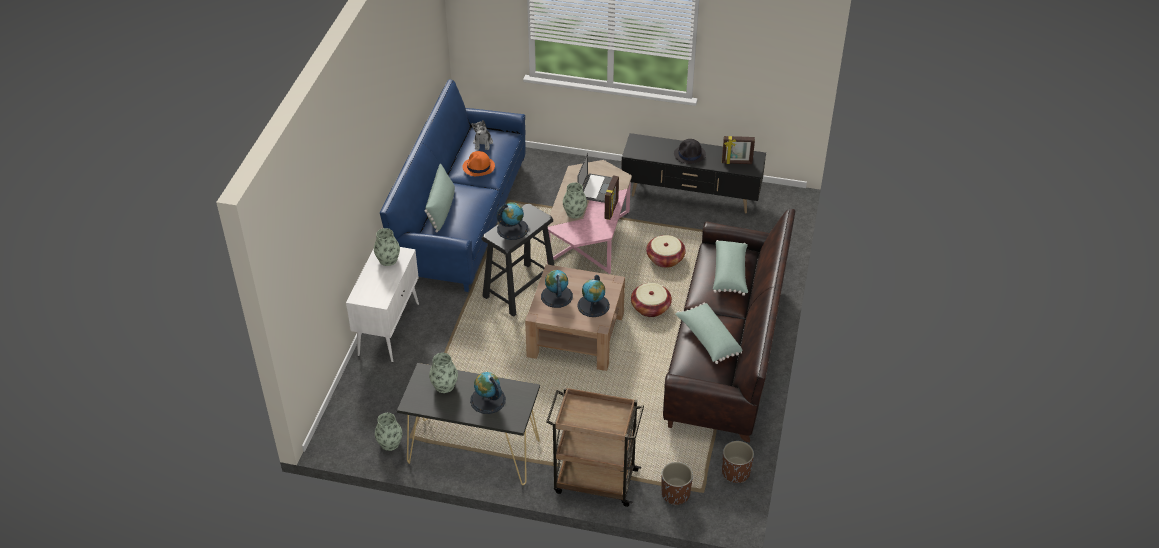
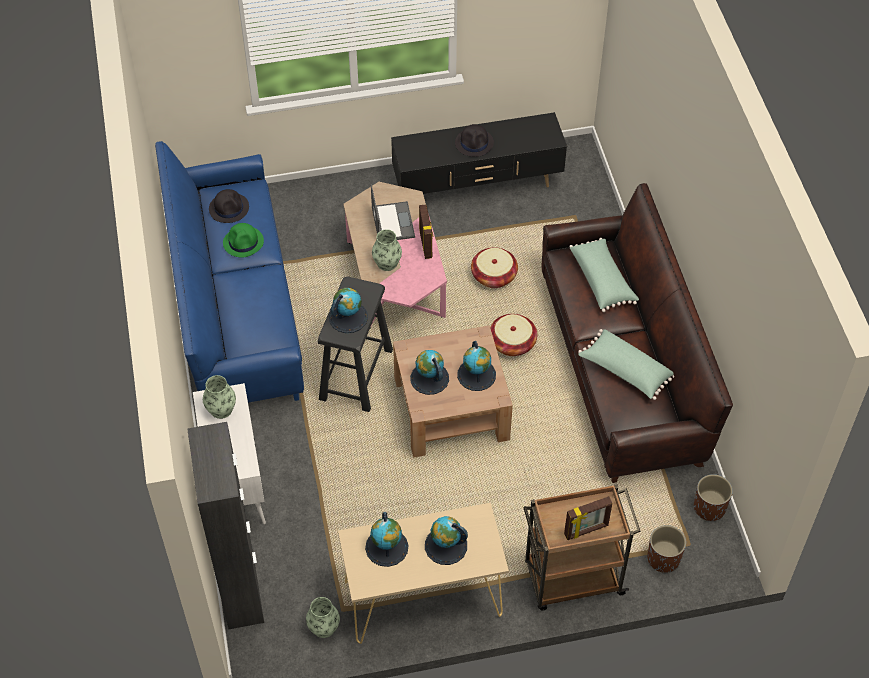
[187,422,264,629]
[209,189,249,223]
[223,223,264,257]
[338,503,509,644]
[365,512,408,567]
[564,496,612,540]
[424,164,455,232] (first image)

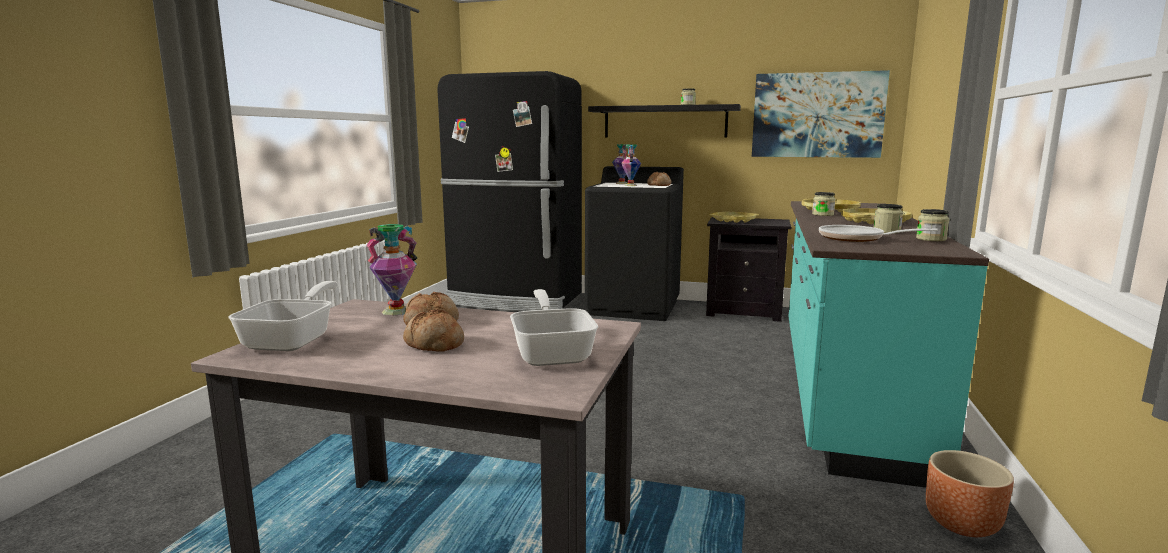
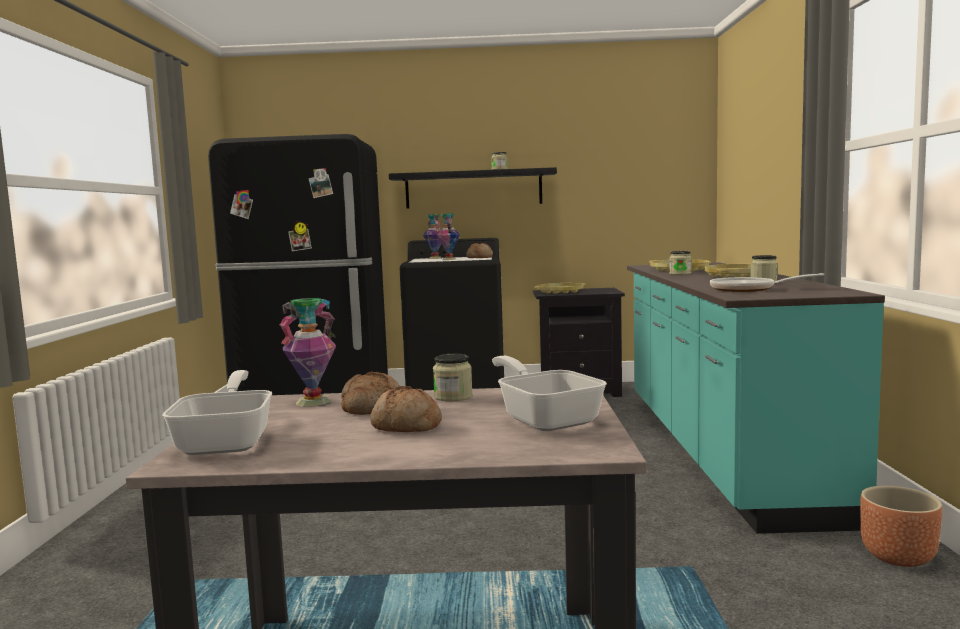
[433,354,473,401]
[752,70,890,158] (first image)

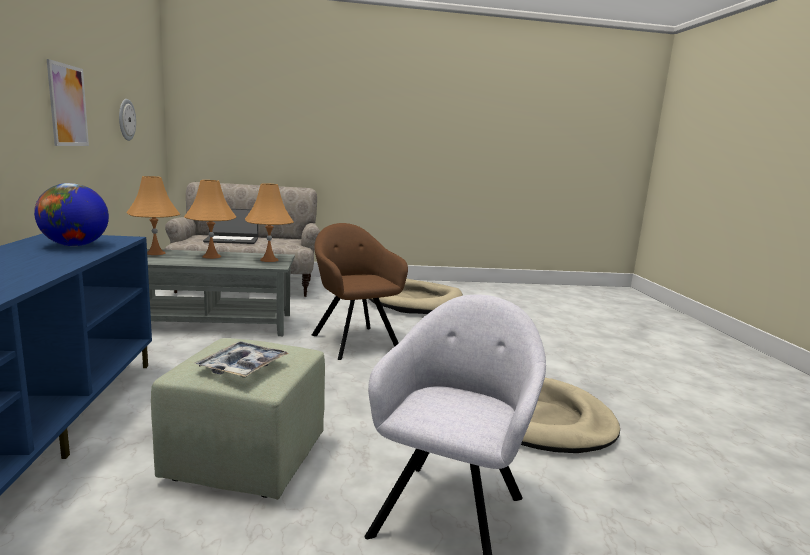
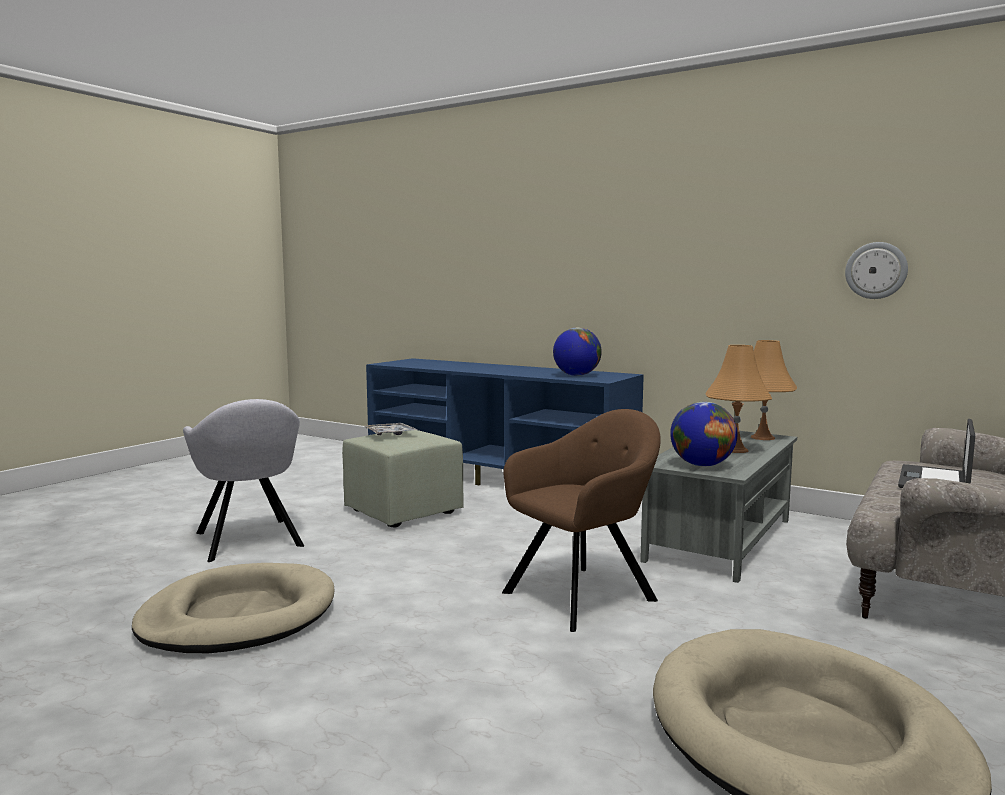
[502,409,661,632]
[670,402,738,466]
[47,59,89,146] (first image)

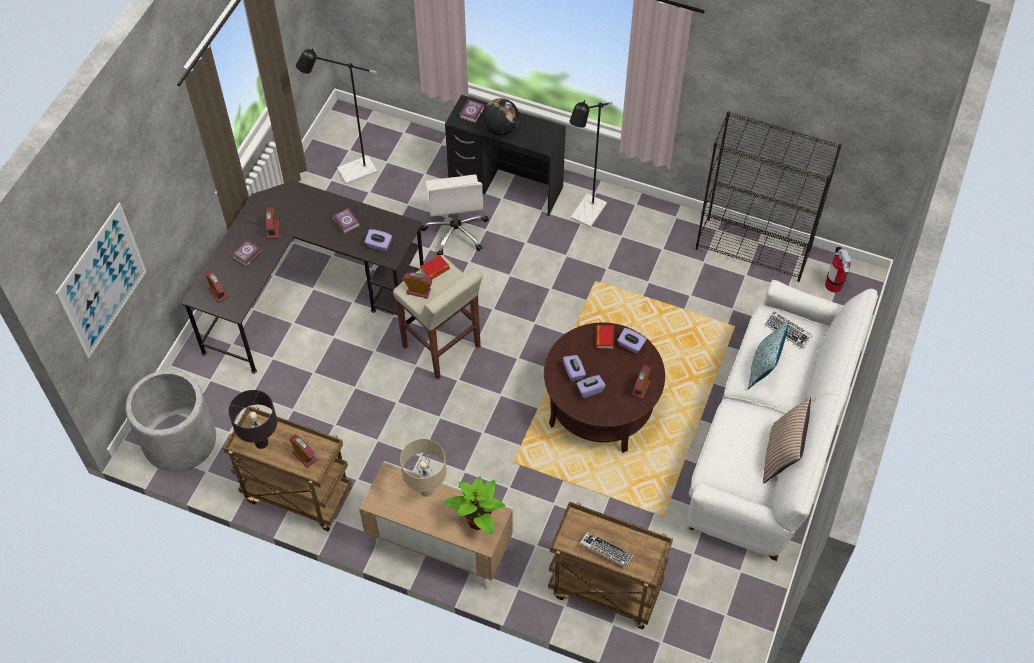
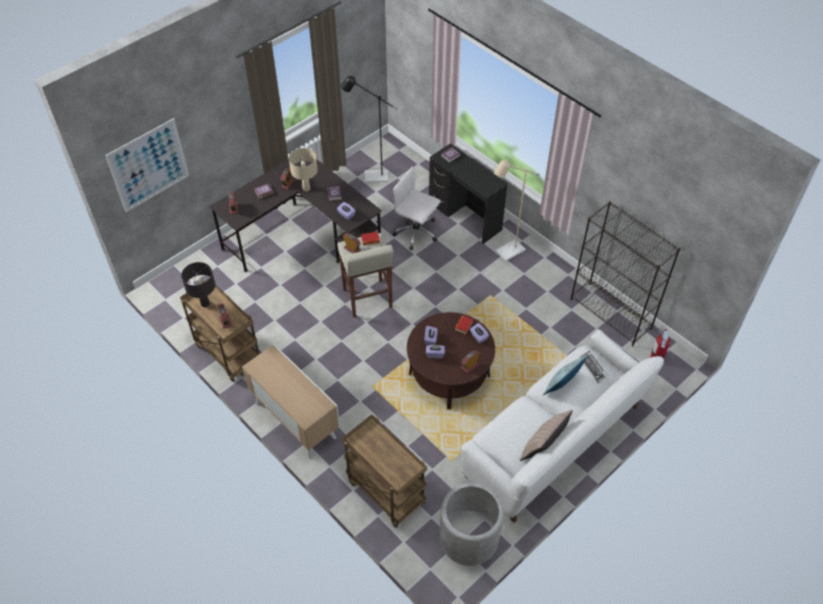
[289,148,318,192]
[393,167,441,250]
[439,483,504,566]
[494,159,540,261]
[444,476,506,535] (first image)
[482,98,519,136] (first image)
[580,532,634,567] (first image)

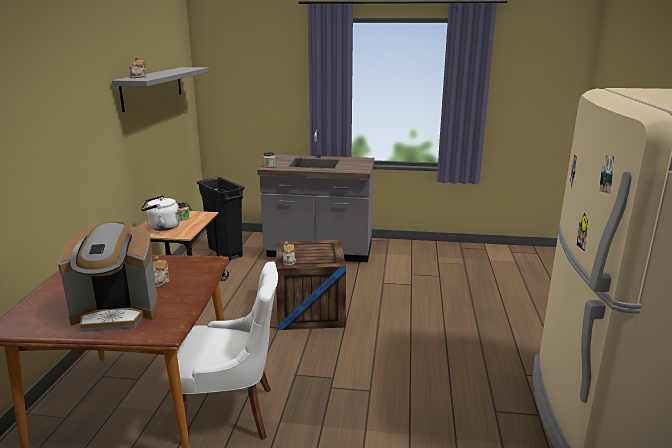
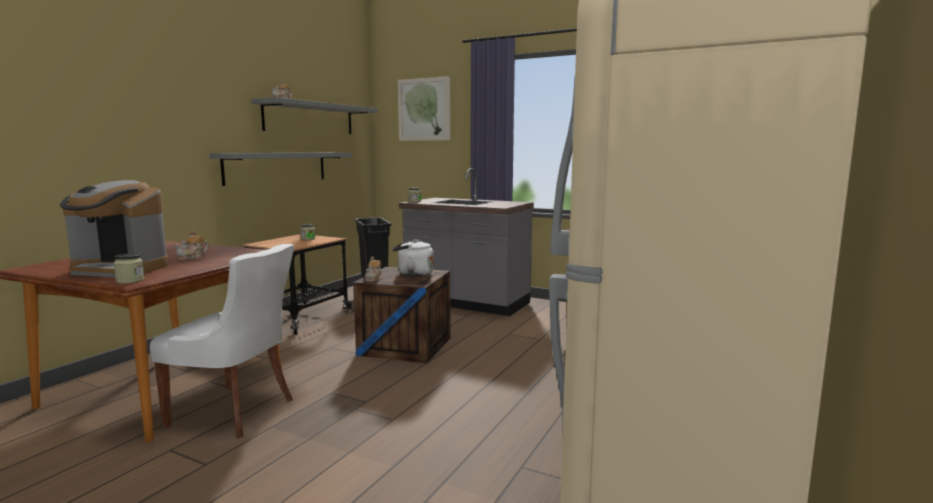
[113,253,144,284]
[209,153,352,186]
[392,239,434,276]
[398,76,451,141]

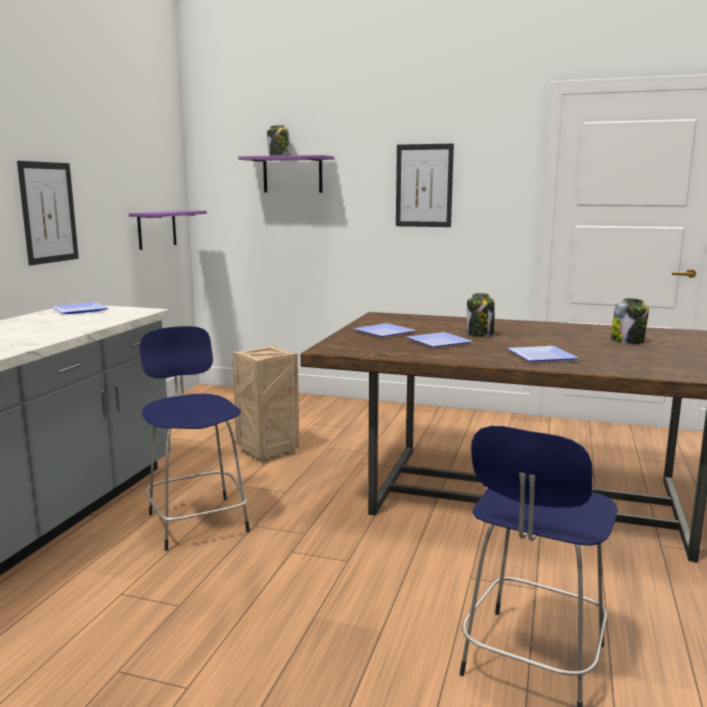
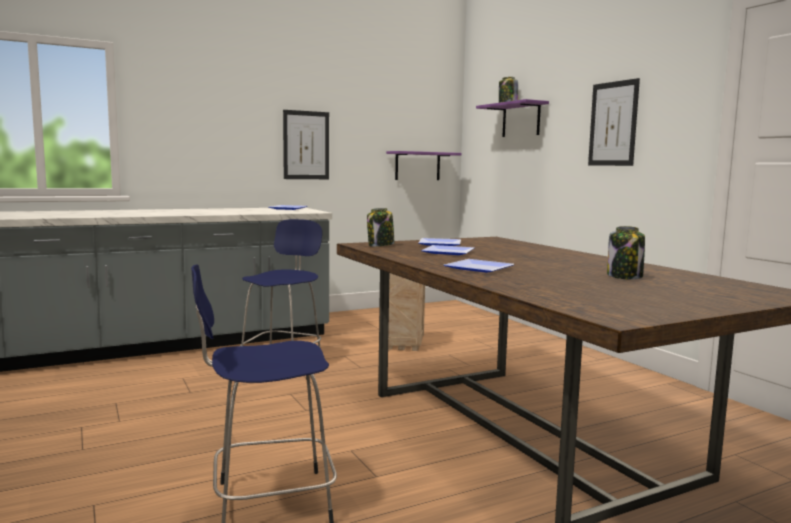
[367,208,395,247]

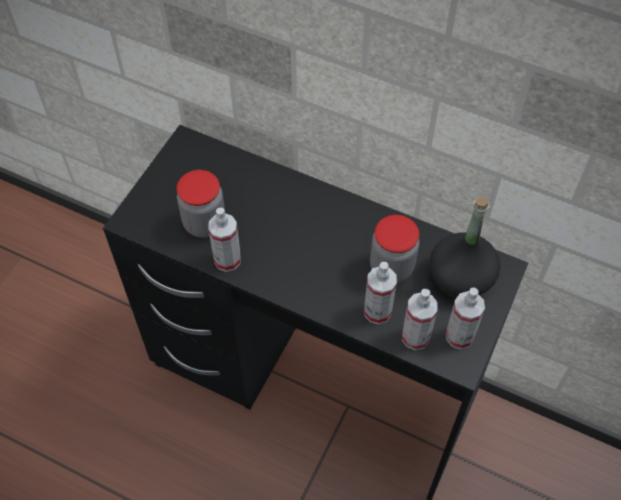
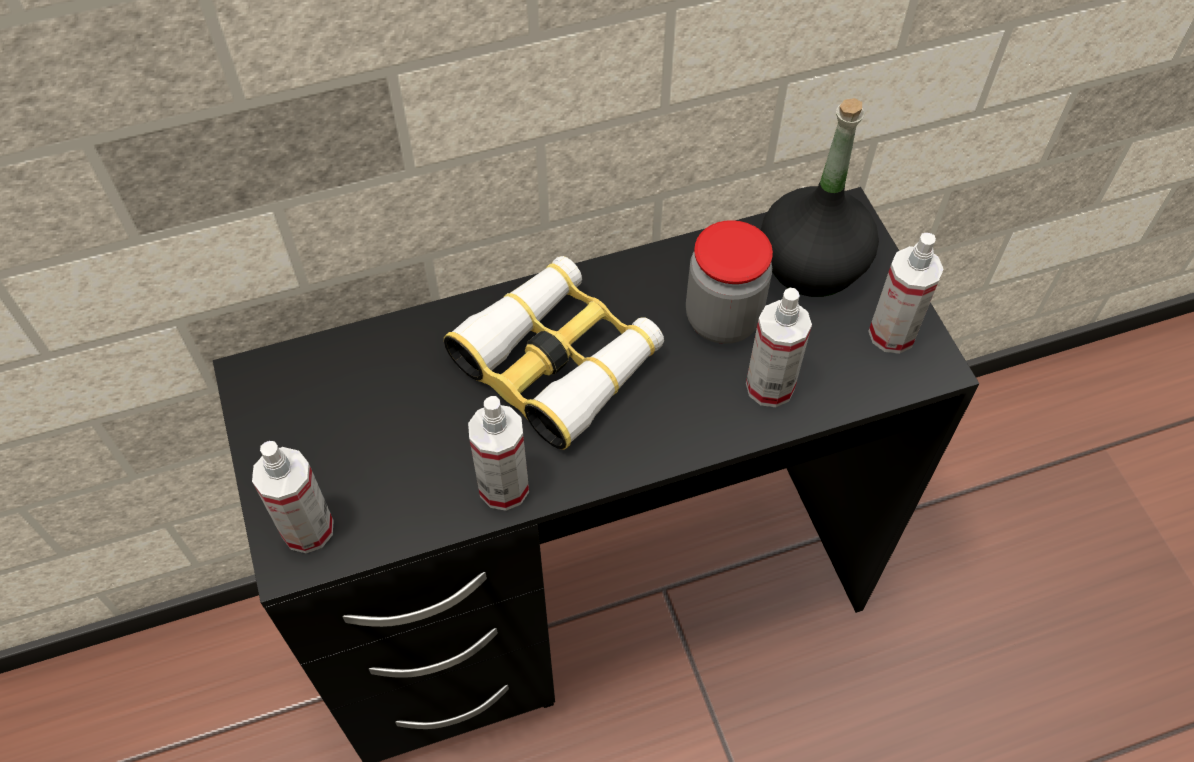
[252,441,334,553]
[444,256,664,450]
[177,170,225,238] (first image)

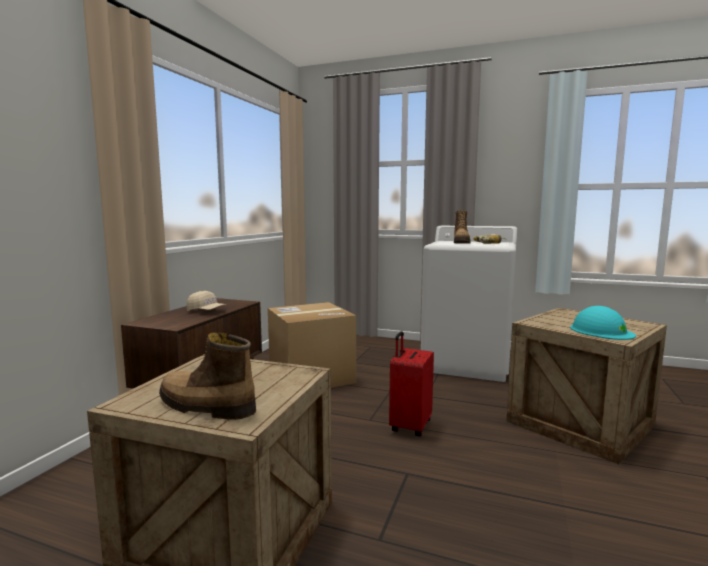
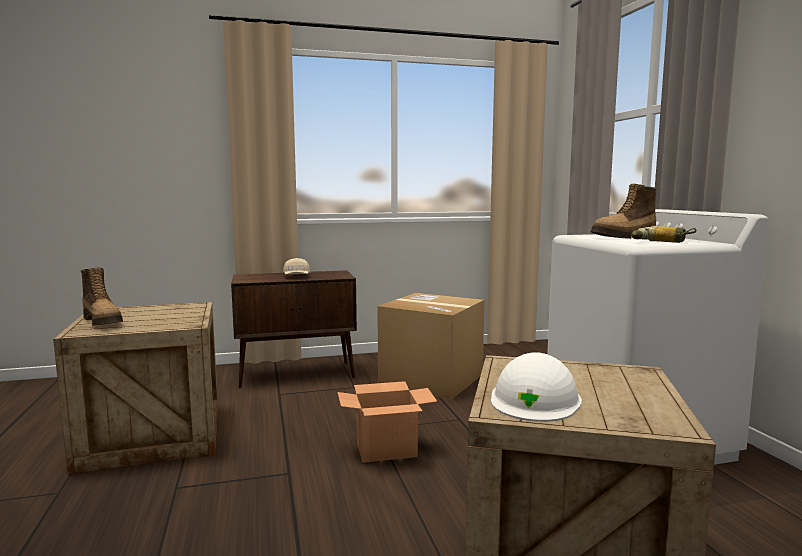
[81,268,123,326]
[337,381,437,463]
[491,353,582,422]

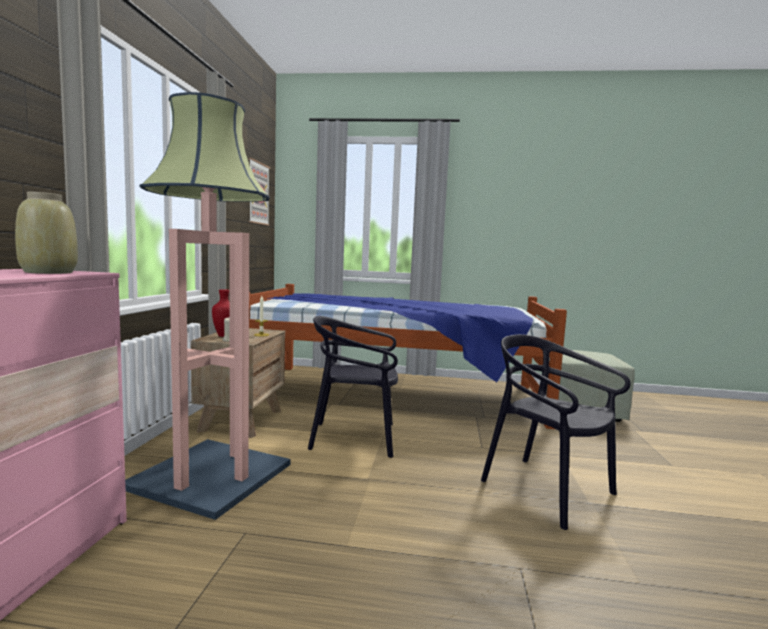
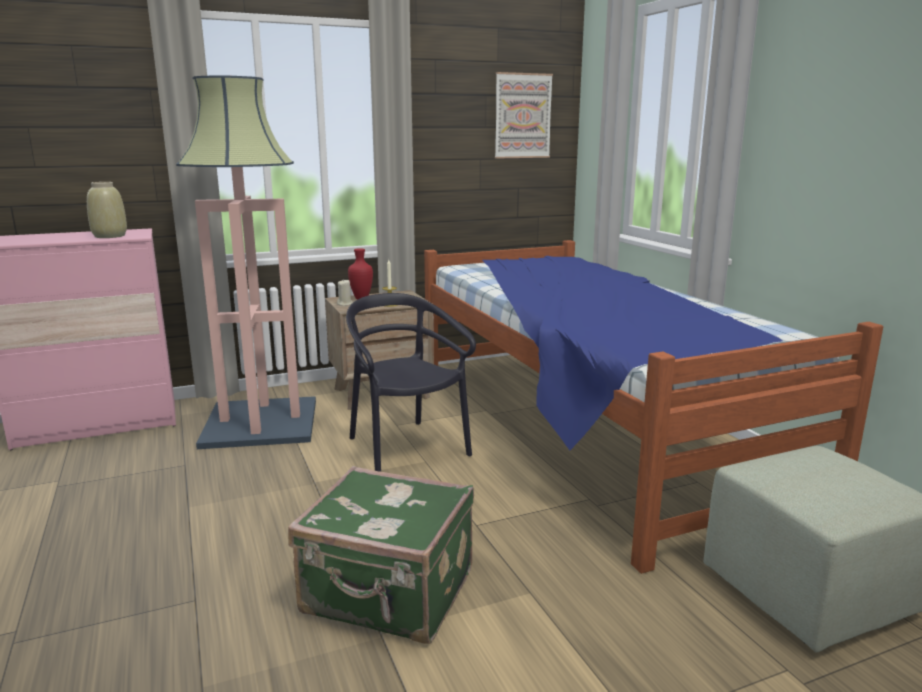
[288,466,474,644]

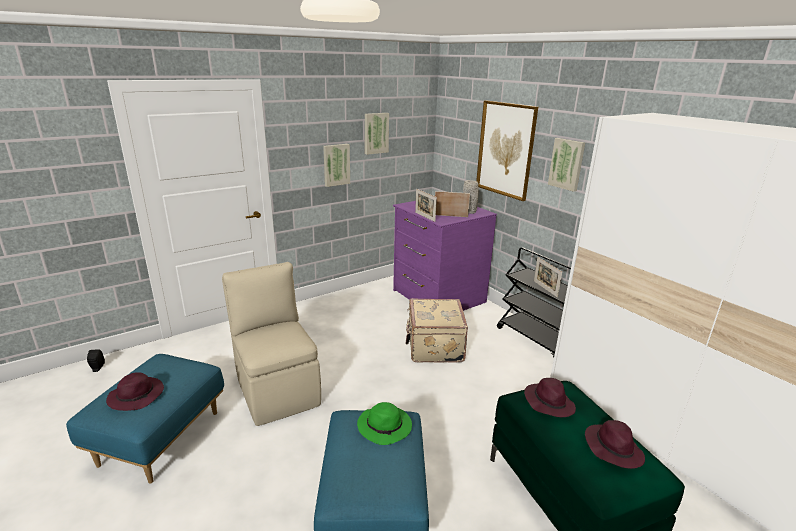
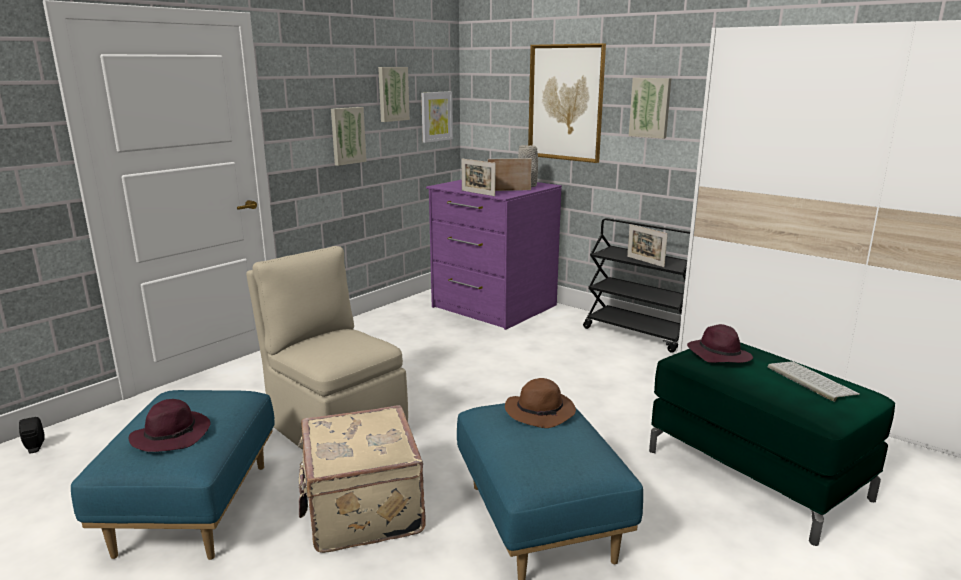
[298,405,426,553]
[421,91,453,143]
[505,378,576,428]
[768,361,860,402]

